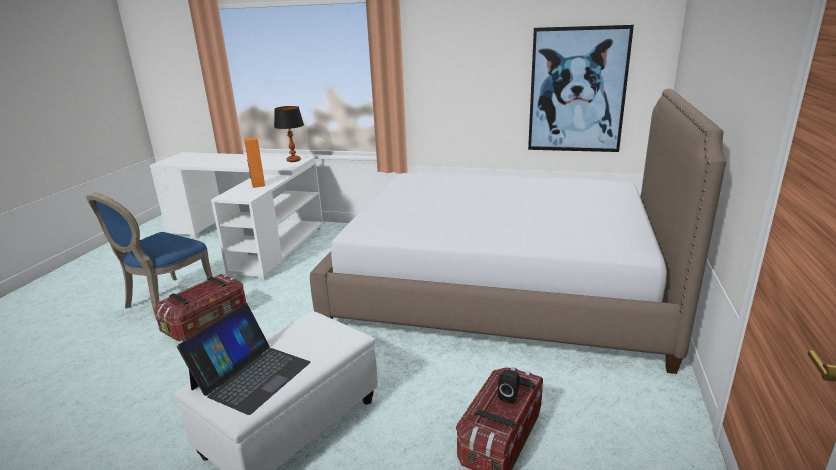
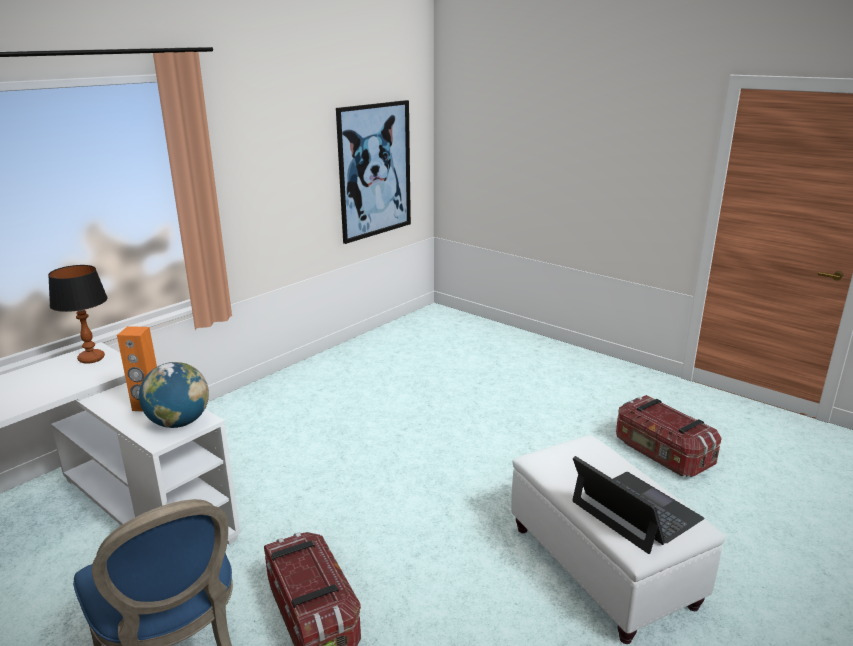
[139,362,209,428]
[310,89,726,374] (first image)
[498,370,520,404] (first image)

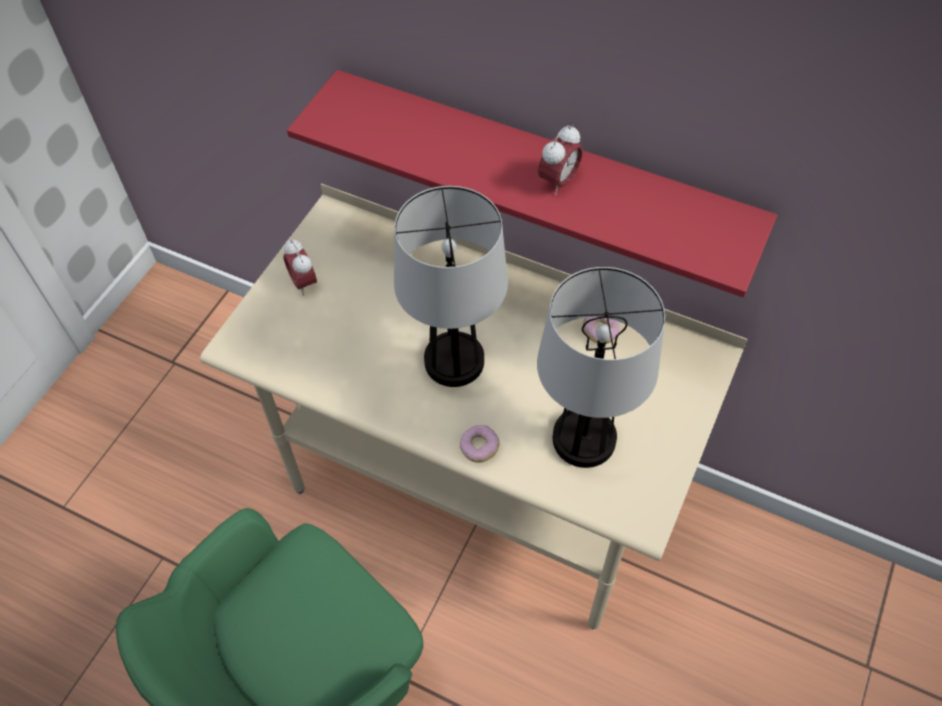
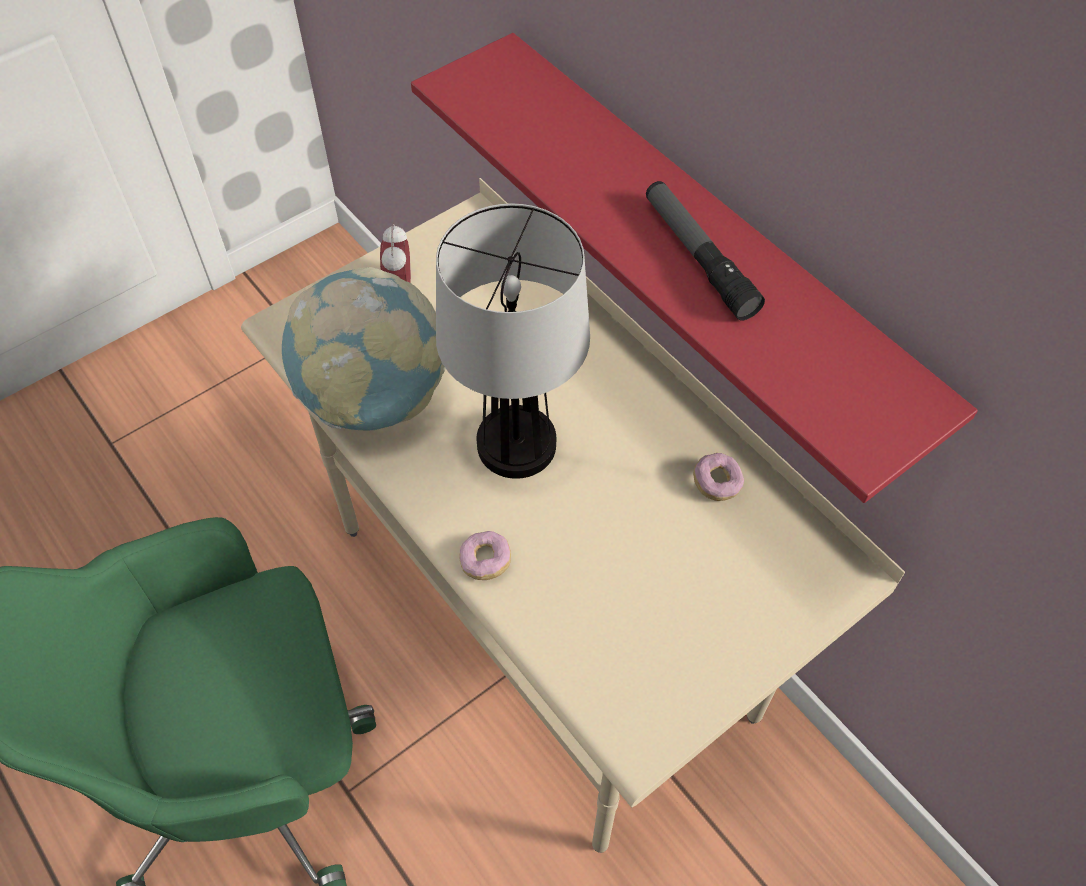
[282,267,446,430]
[646,181,765,320]
[537,267,665,468] (first image)

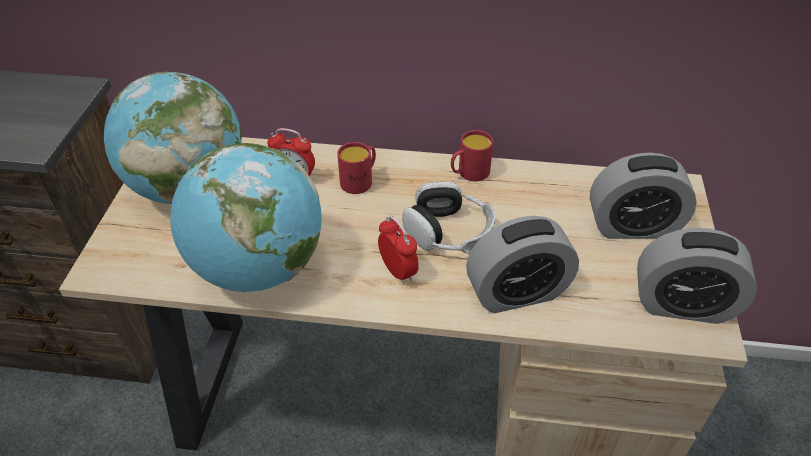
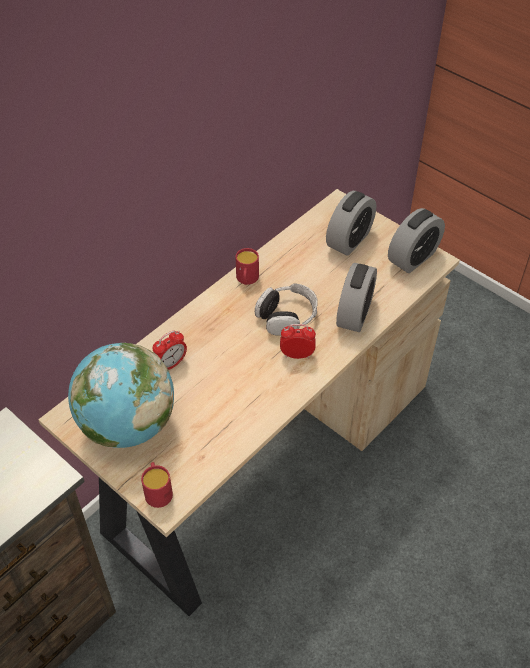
[141,462,173,508]
[170,143,322,292] (first image)

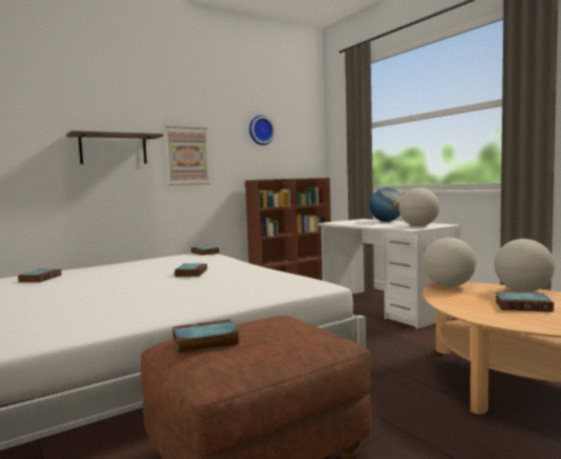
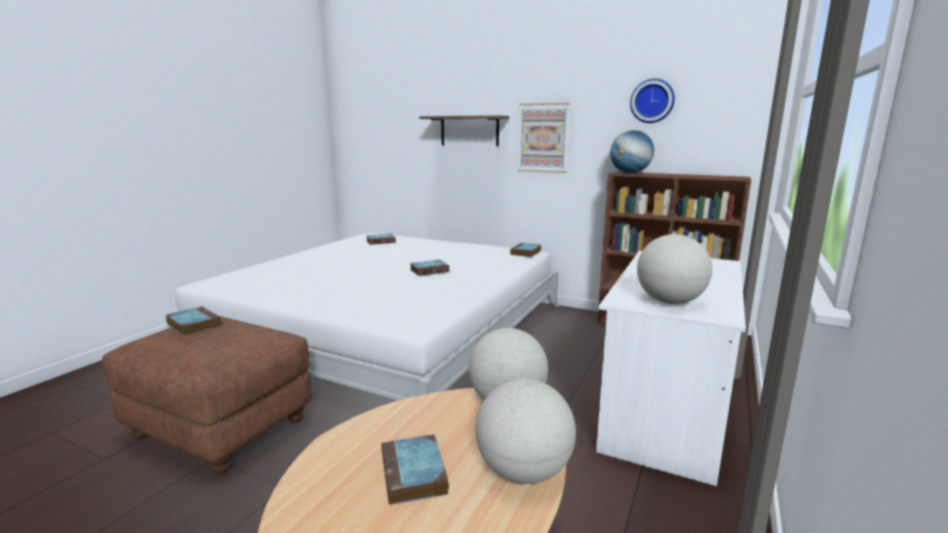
[610,130,654,173]

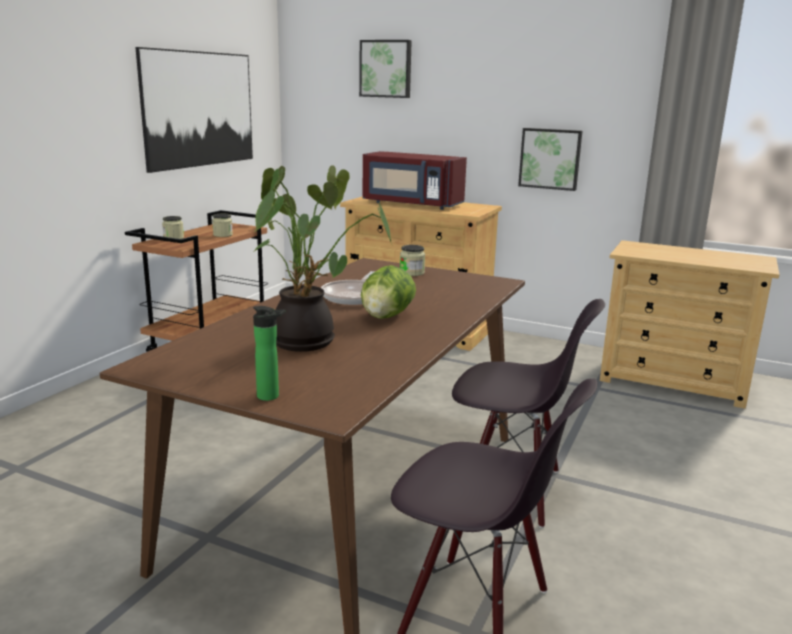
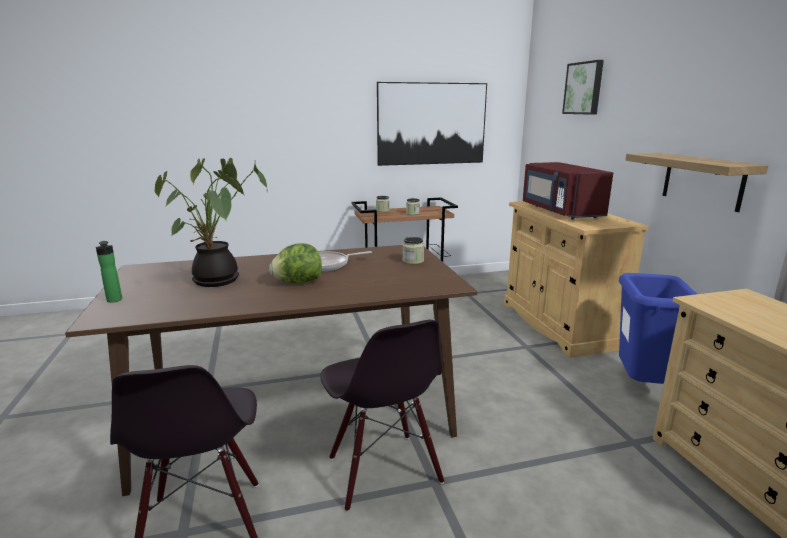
[619,273,697,384]
[625,153,768,212]

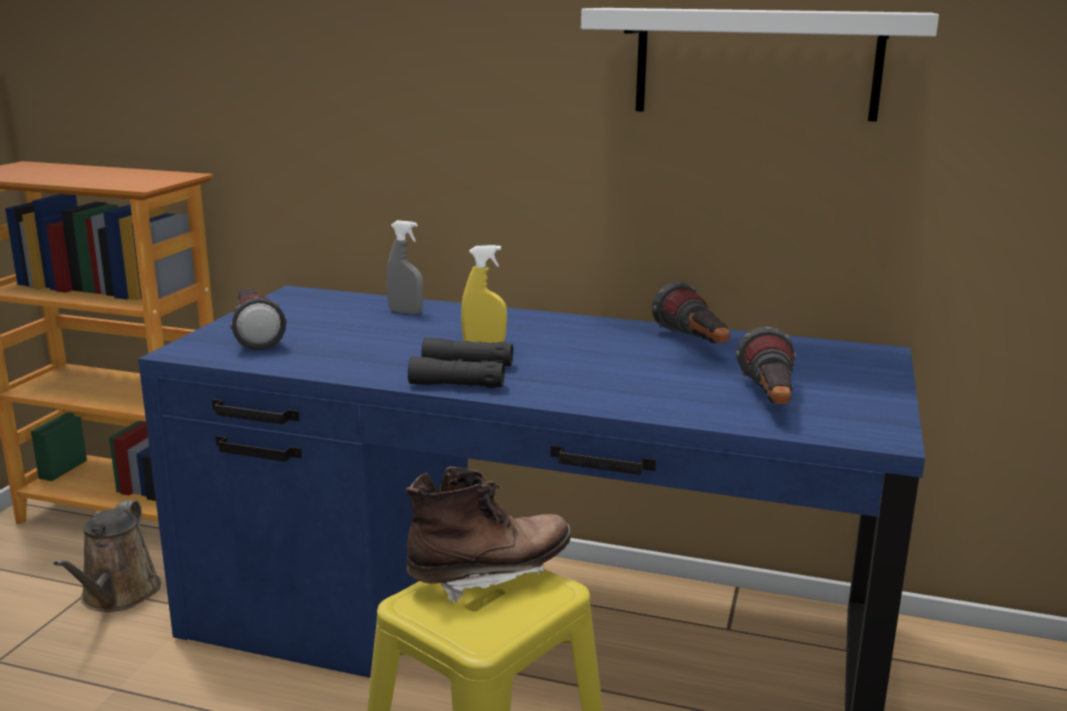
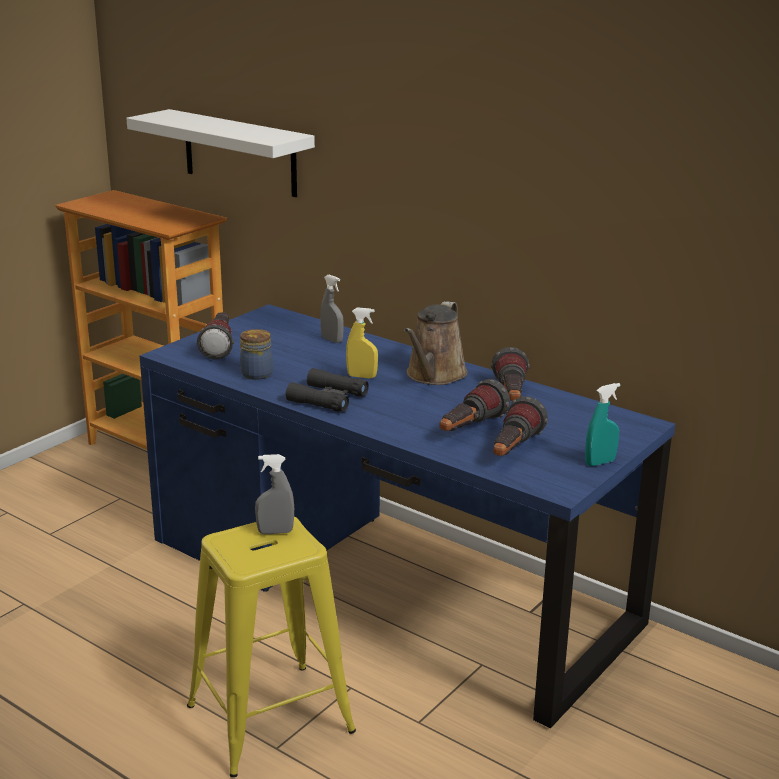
[126,109,315,197]
[240,329,273,380]
[255,454,294,534]
[404,301,468,385]
[440,379,510,431]
[585,383,620,466]

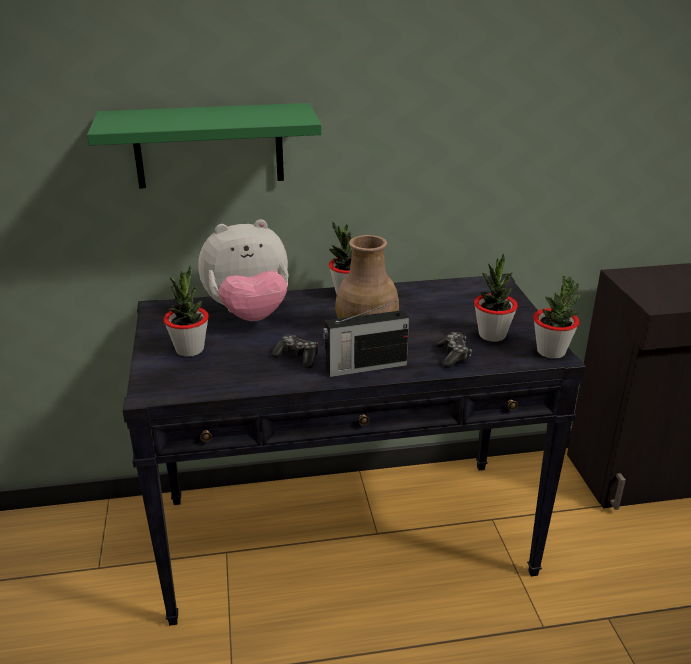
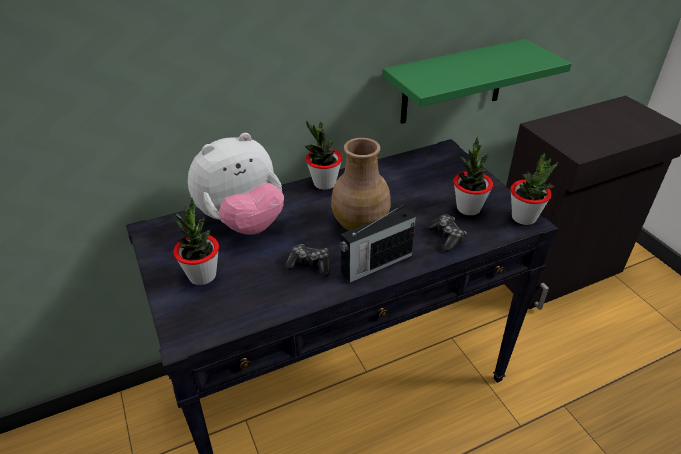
[382,39,572,124]

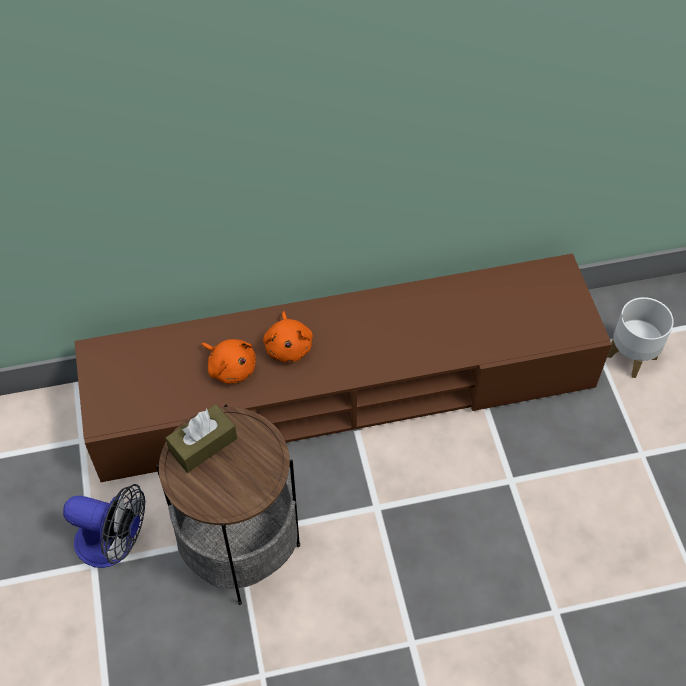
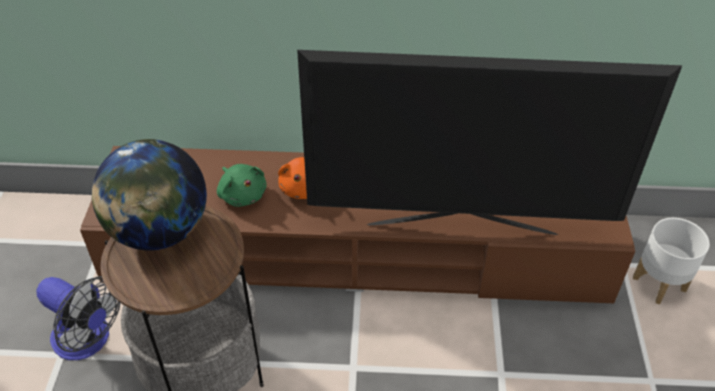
[92,139,207,250]
[217,164,267,207]
[297,50,683,235]

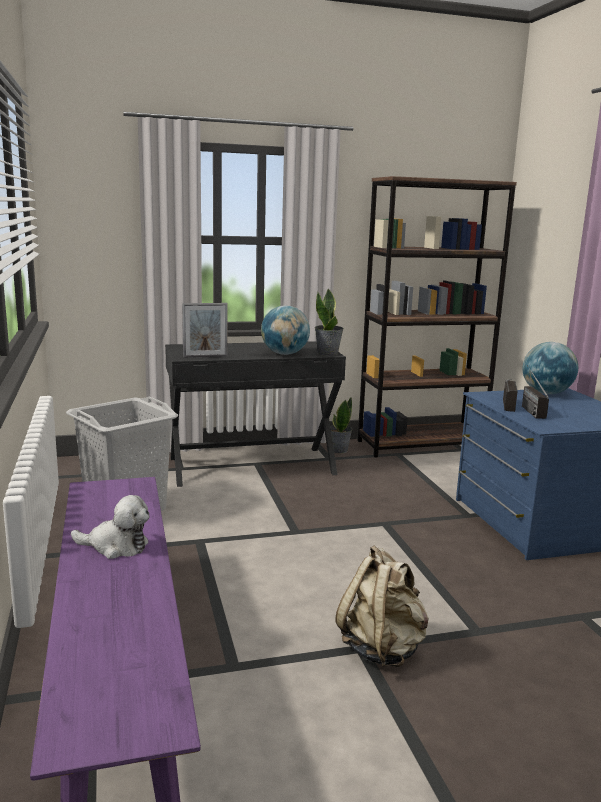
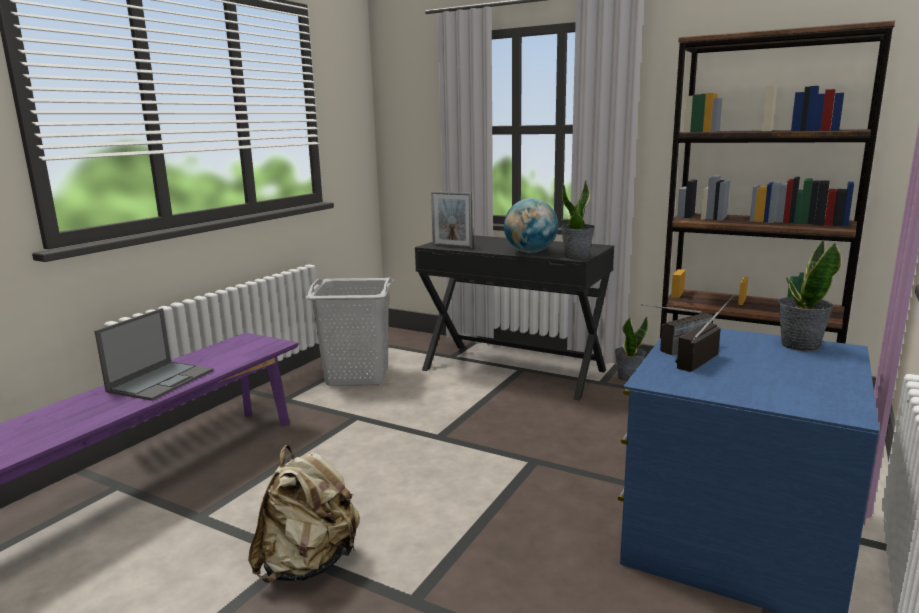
[95,308,214,401]
[778,240,841,352]

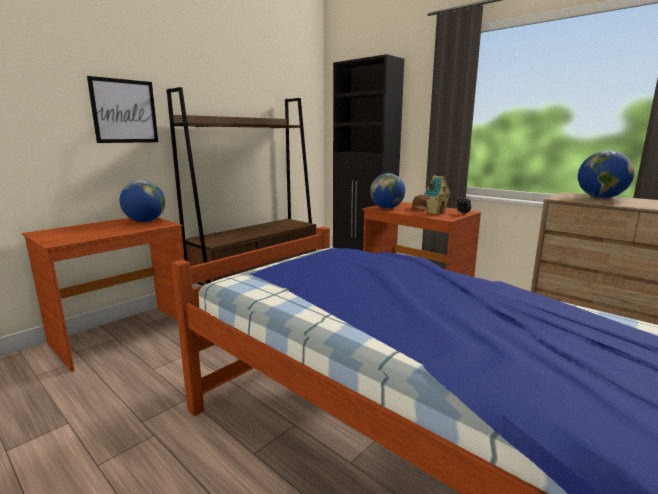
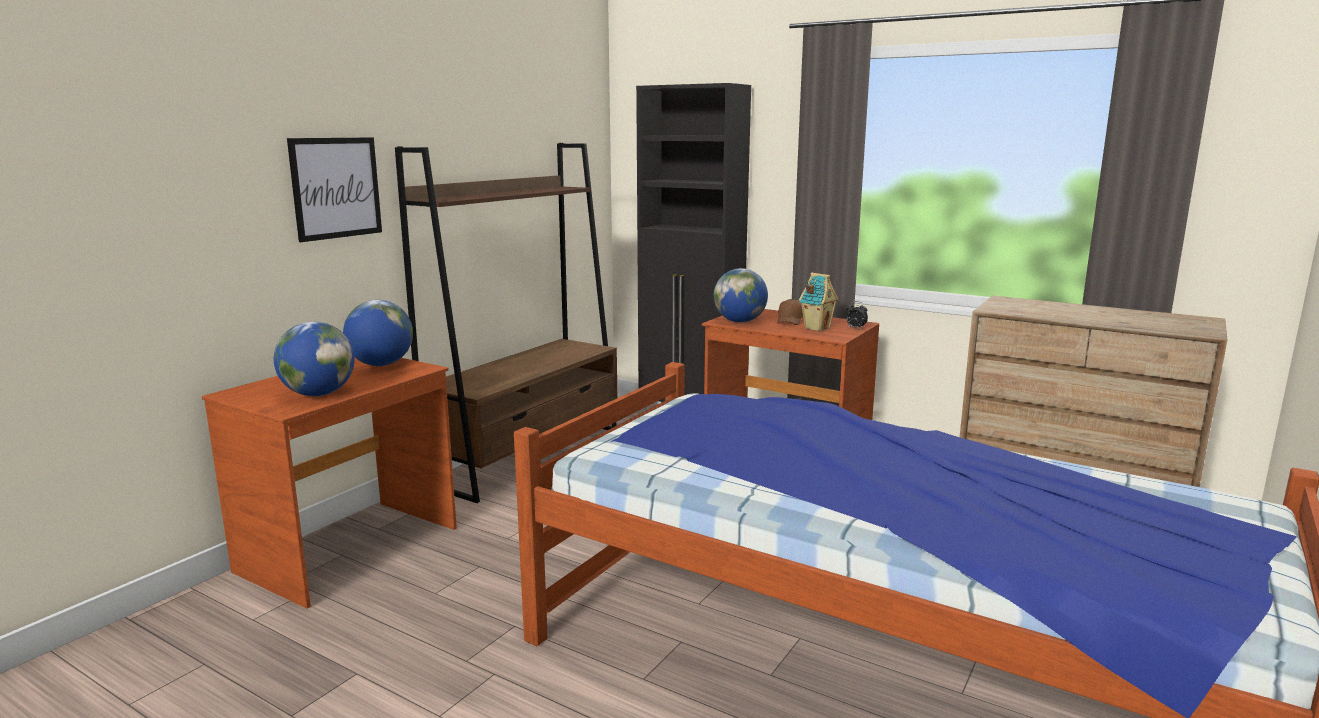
[274,322,355,396]

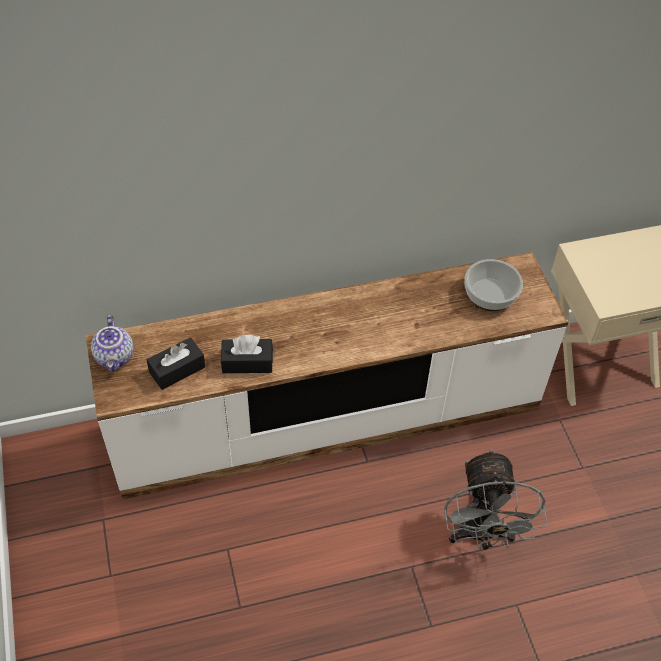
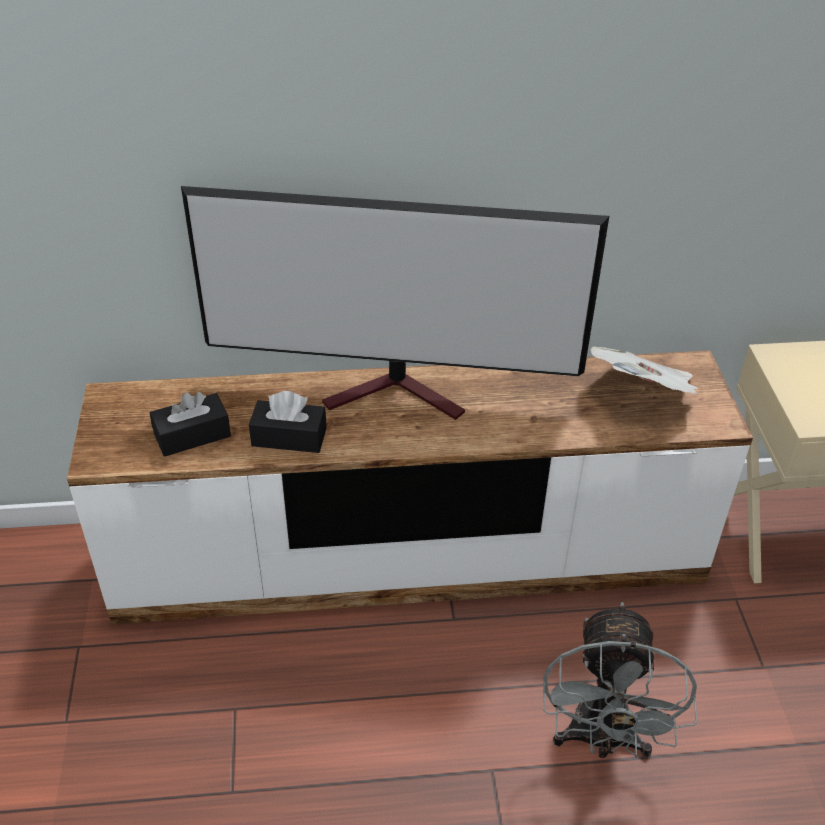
[181,186,609,420]
[591,347,698,395]
[91,315,134,372] (first image)

